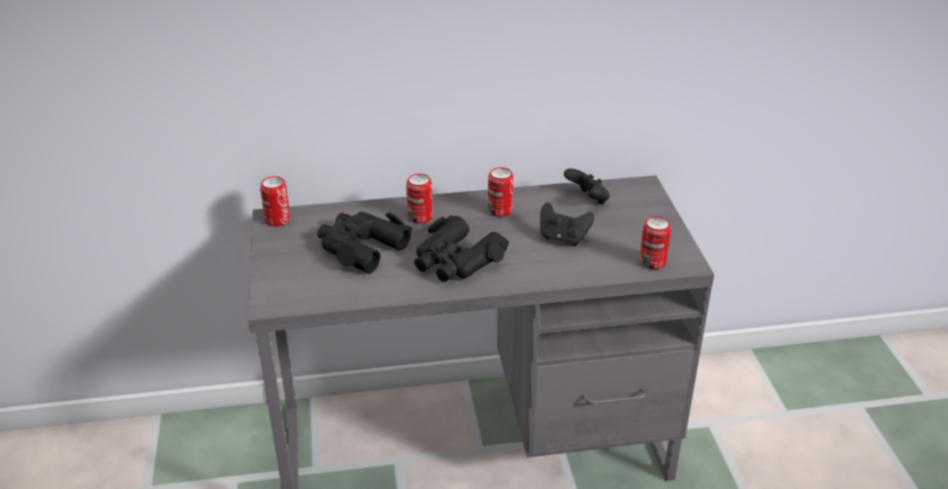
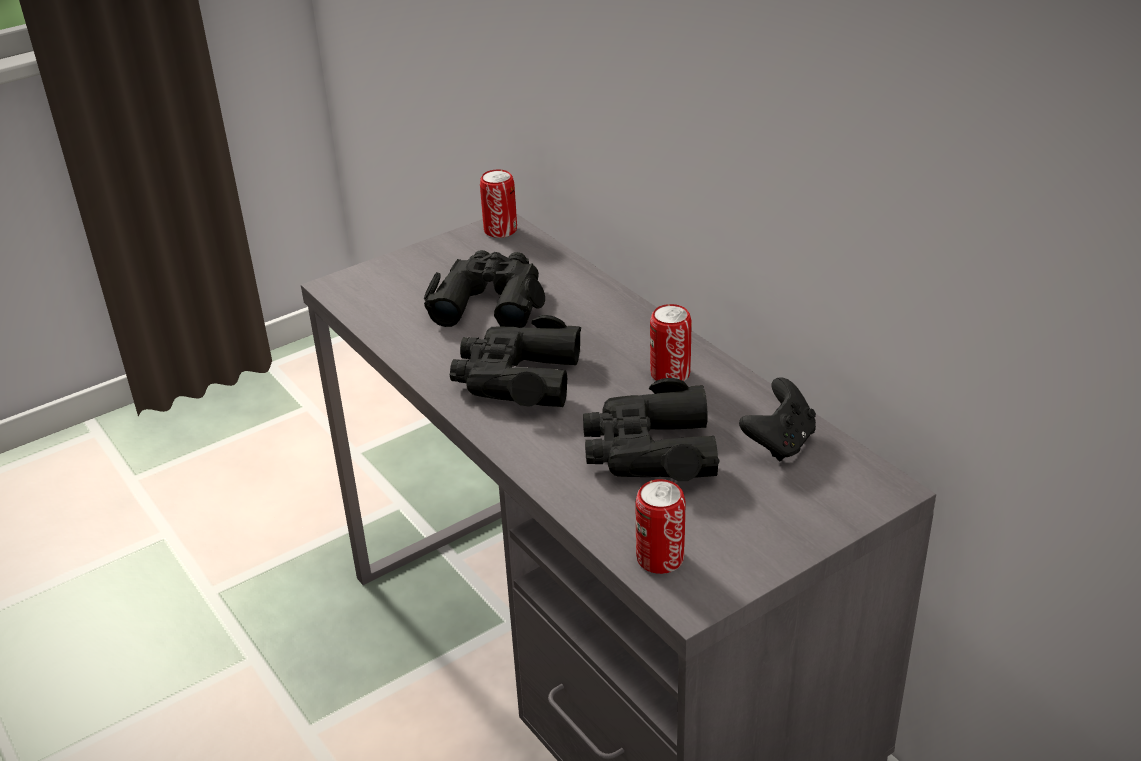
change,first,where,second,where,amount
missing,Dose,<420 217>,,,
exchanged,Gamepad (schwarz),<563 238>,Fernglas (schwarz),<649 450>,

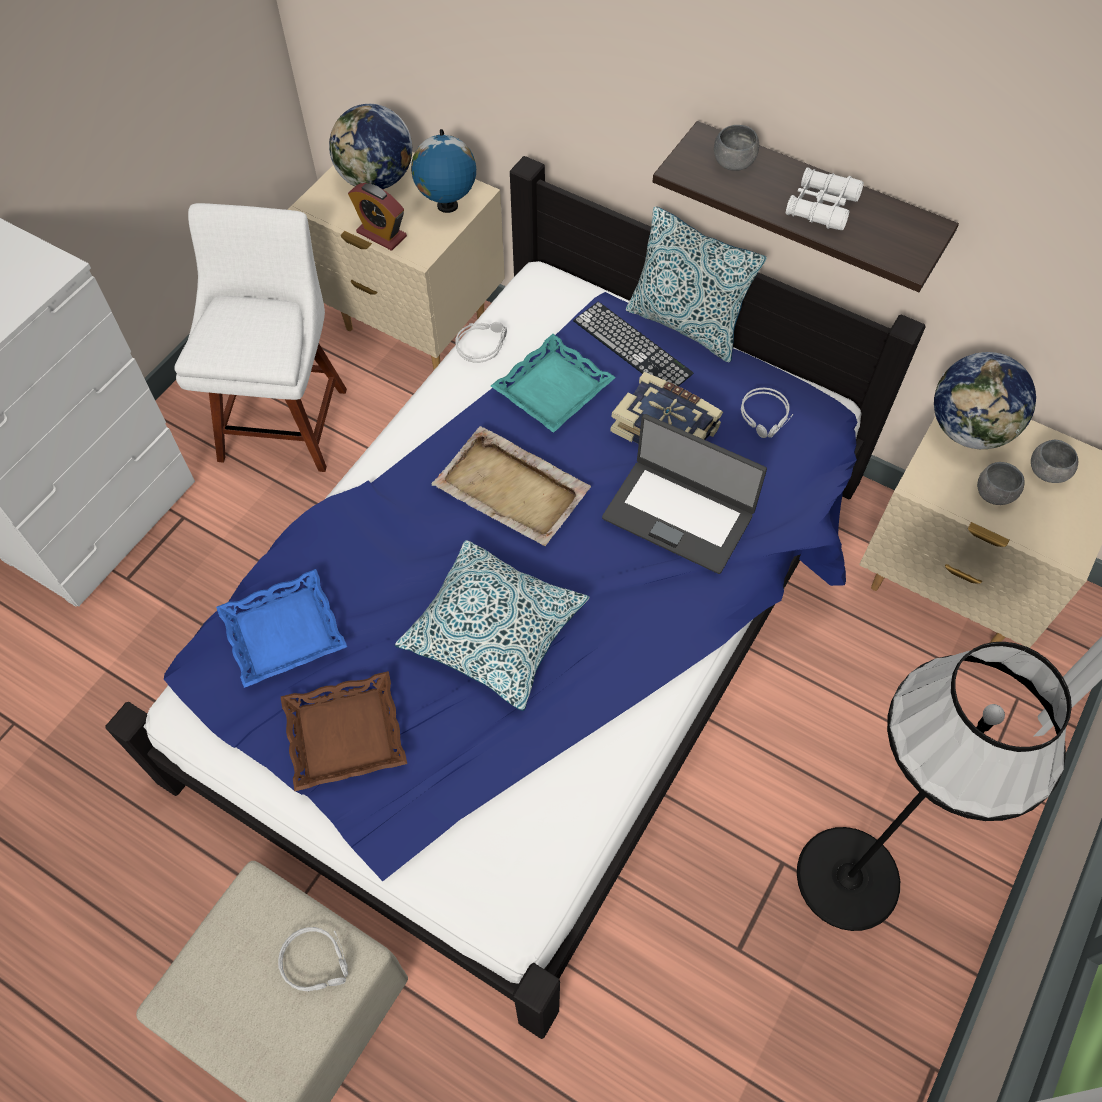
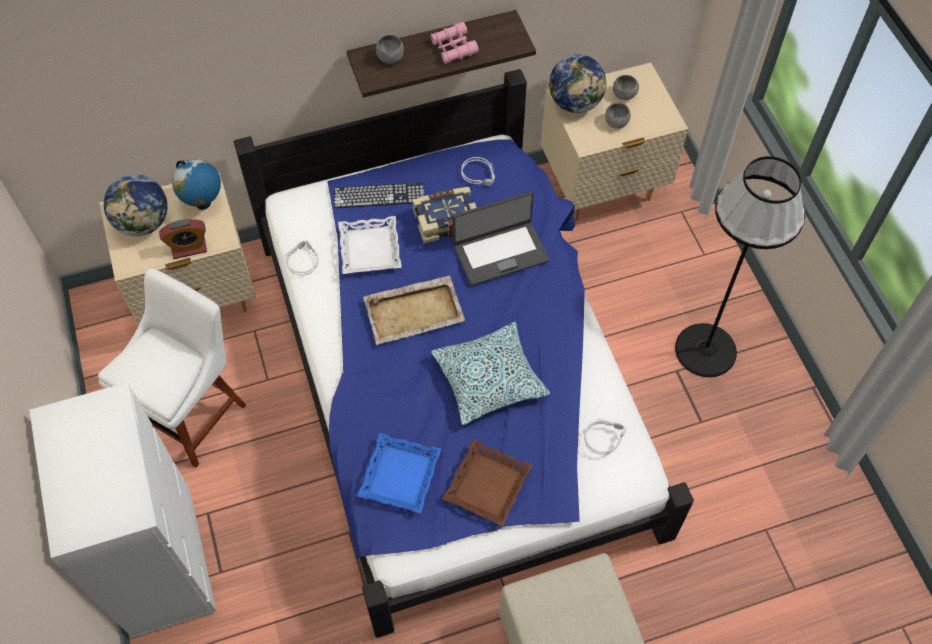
change,first,where,second,where,amount
spun,Stuhl (weiß),<285 418>,,<192 411>,75 degrees clockwise
relocated,Kopfhörer (grau),<317 961>,,<604 437>,
colour,Tablett (türkis),<552 388>,Tablett (weiß),<369 249>,
missing,Kissen,<686 325>,,,
colour,Fernglas (weiß),<821 207>,Fernglas (rosa),<454 48>,

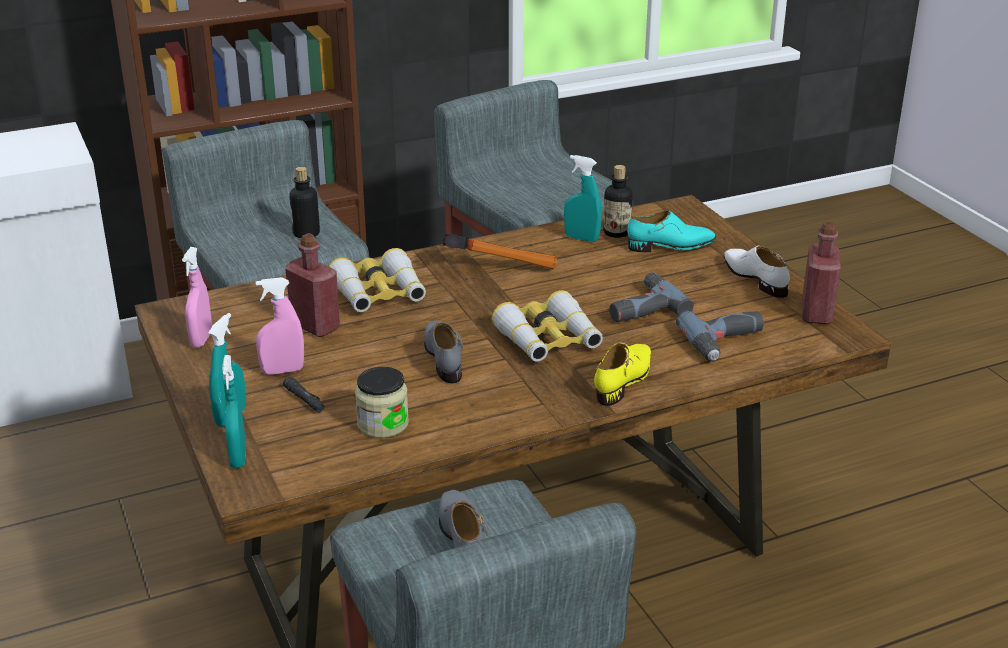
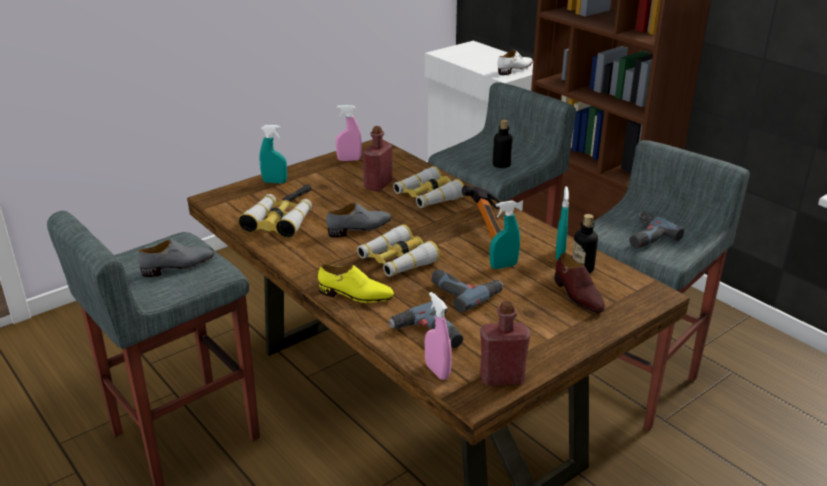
change,first,where,second,where,amount
relocated,Sprühflasche (türkis),<238 458>,,<503 266>,
relocated,Sprühflasche (rosa),<282 371>,,<437 371>,
exchanged,Vorratsglas,<383 424>,Fernglas,<278 222>,
colour,Schuh (türkis),<671 246>,Schuh (braun),<577 295>,
relocated,Schuh (weiß),<755 278>,,<515 69>,
appeared,,,Bohrmaschine,<644 236>,

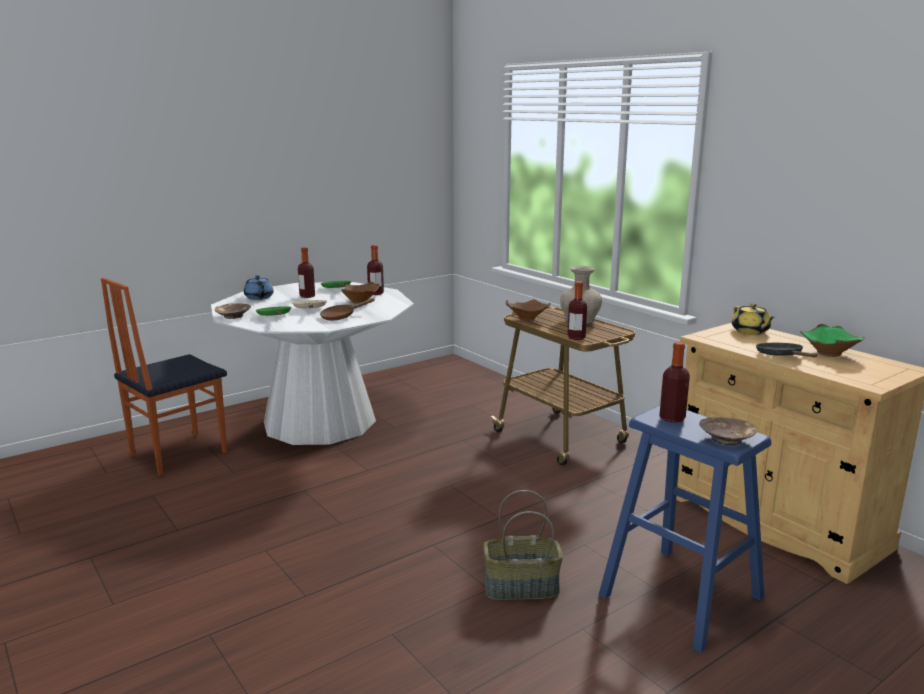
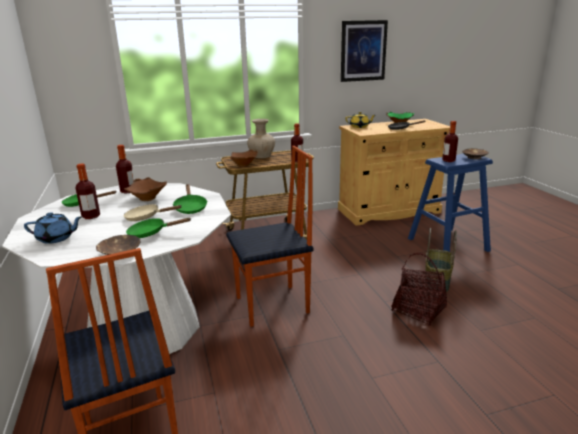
change,first,where,second,where,amount
colour,Pfanne (braun),<341 317>,Pfanne (grün),<190 207>,
appeared,,,Stuhl,<273 305>,
appeared,,,Bild,<363 51>,
appeared,,,Korb,<418 310>,

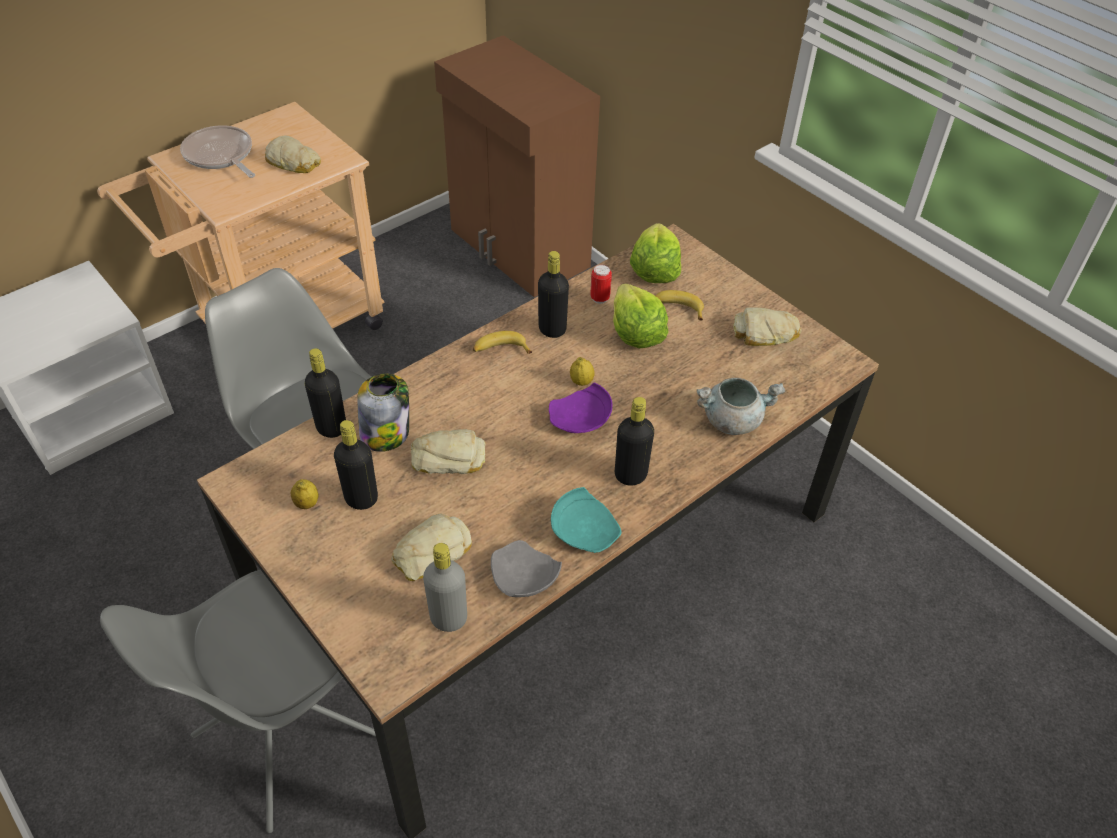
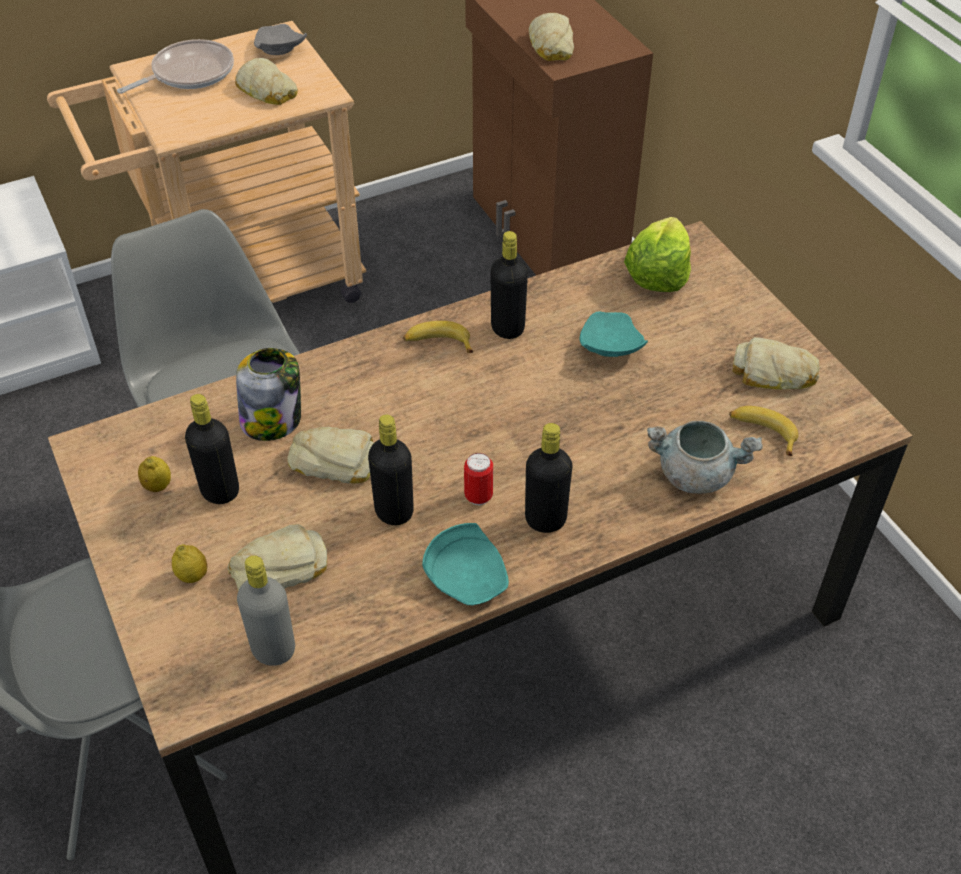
change,first,where,second,where,amount
spun,Pfanne,<220 156>,,<189 74>,75 degrees clockwise
relocated,Flasche (schwarz),<331 428>,,<394 511>,
relocated,Teller (grau),<523 580>,,<279 50>,
missing,Teller (lila),<581 420>,,,
relocated,Zitrone,<581 382>,,<192 575>,
relocated,Dose,<600 298>,,<478 496>,
exchanged,Salatkopf,<635 332>,Teller (türkis),<609 347>,
relocated,Banane,<678 308>,,<762 432>,
appeared,,,Brot,<551 45>,

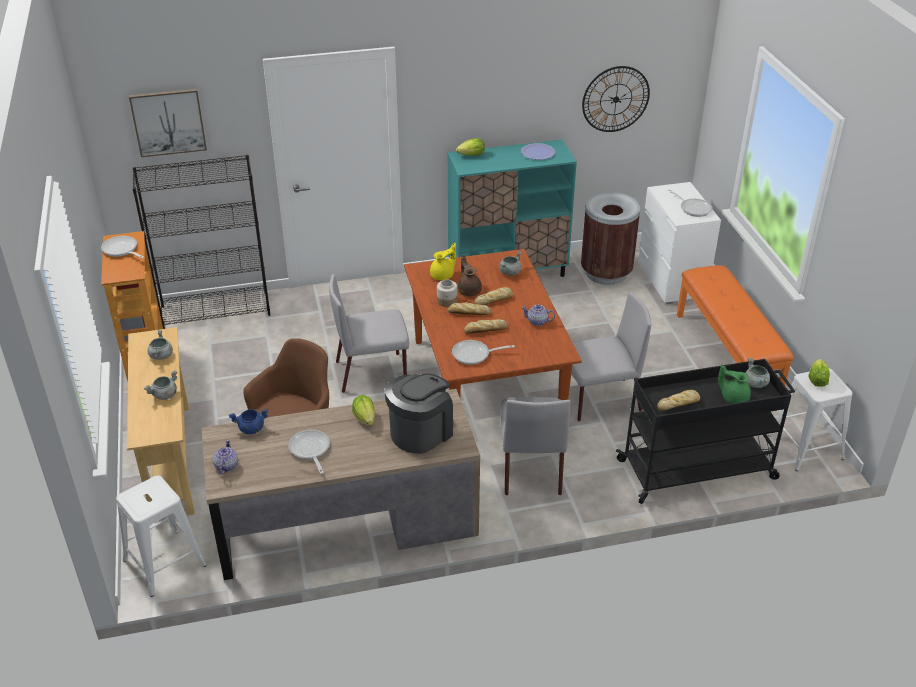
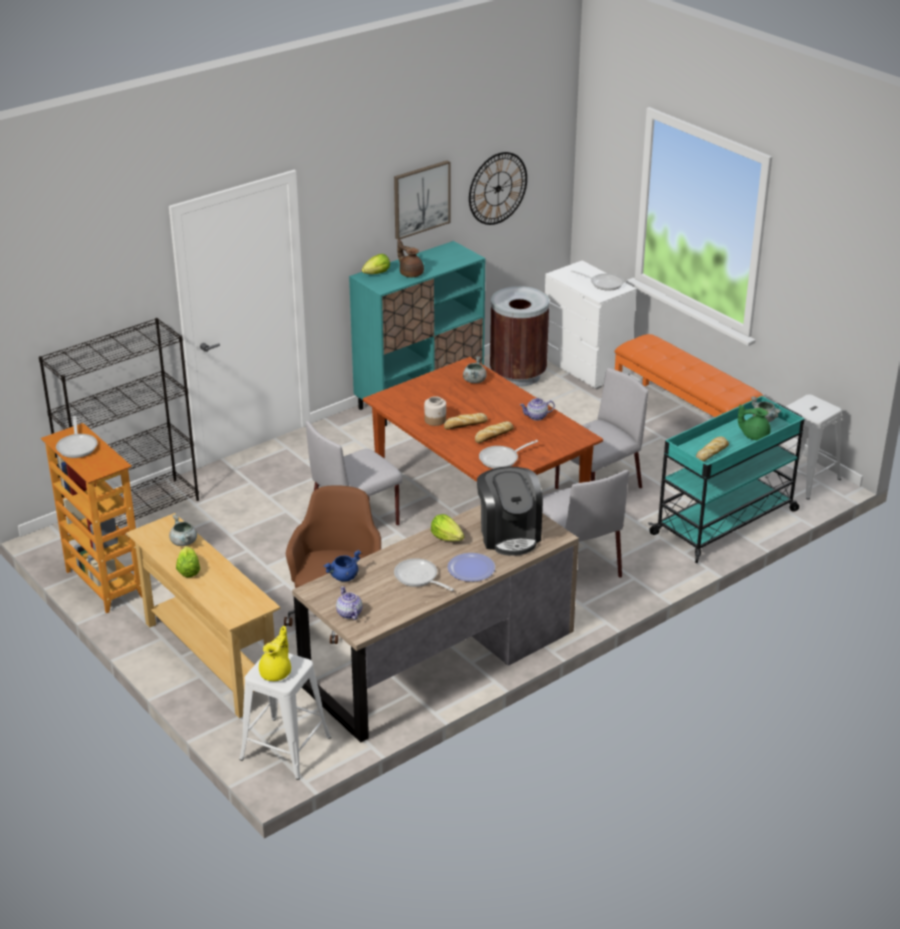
change,first,where,second,where,amount
spun,Pfanne,<121 250>,,<77 446>,120 degrees counterclockwise
relocated,Bild,<168 122>,,<421 199>,
missing,Kochtopf (grau),<164 395>,,,
spun,Kaffeemaschine,<421 432>,,<509 534>,150 degrees clockwise
relocated,Teekanne (gelb),<443 275>,,<276 672>,
relocated,Teekanne (braun),<469 290>,,<410 273>,
missing,Brot,<494 299>,,,
relocated,Teller,<538 153>,,<471 568>,
colour,Rollwagen (schwarz),<698 469>,Rollwagen (türkis),<726 521>,
relocated,Salatkopf,<817 380>,,<188 571>,

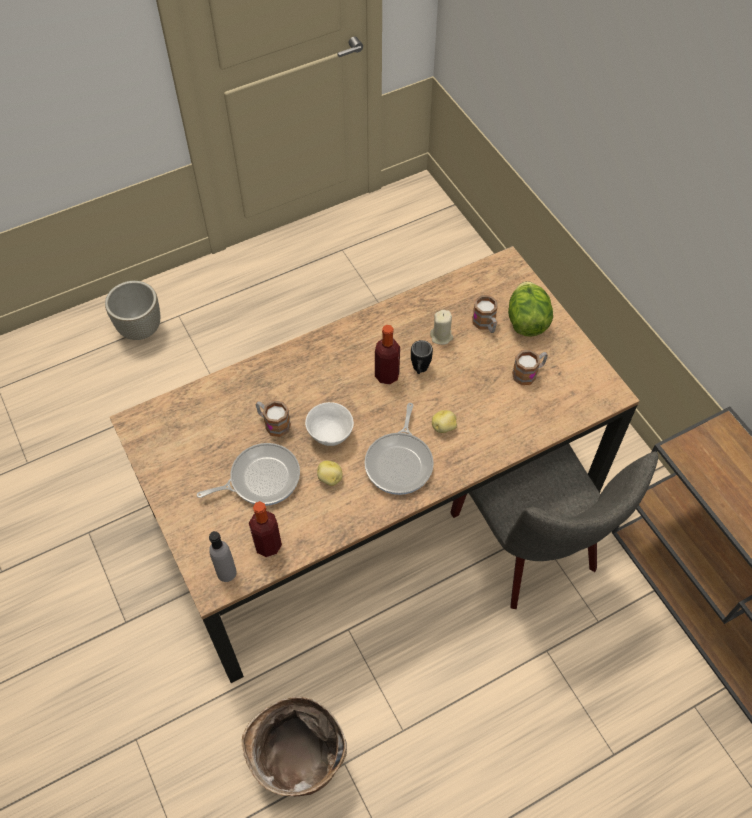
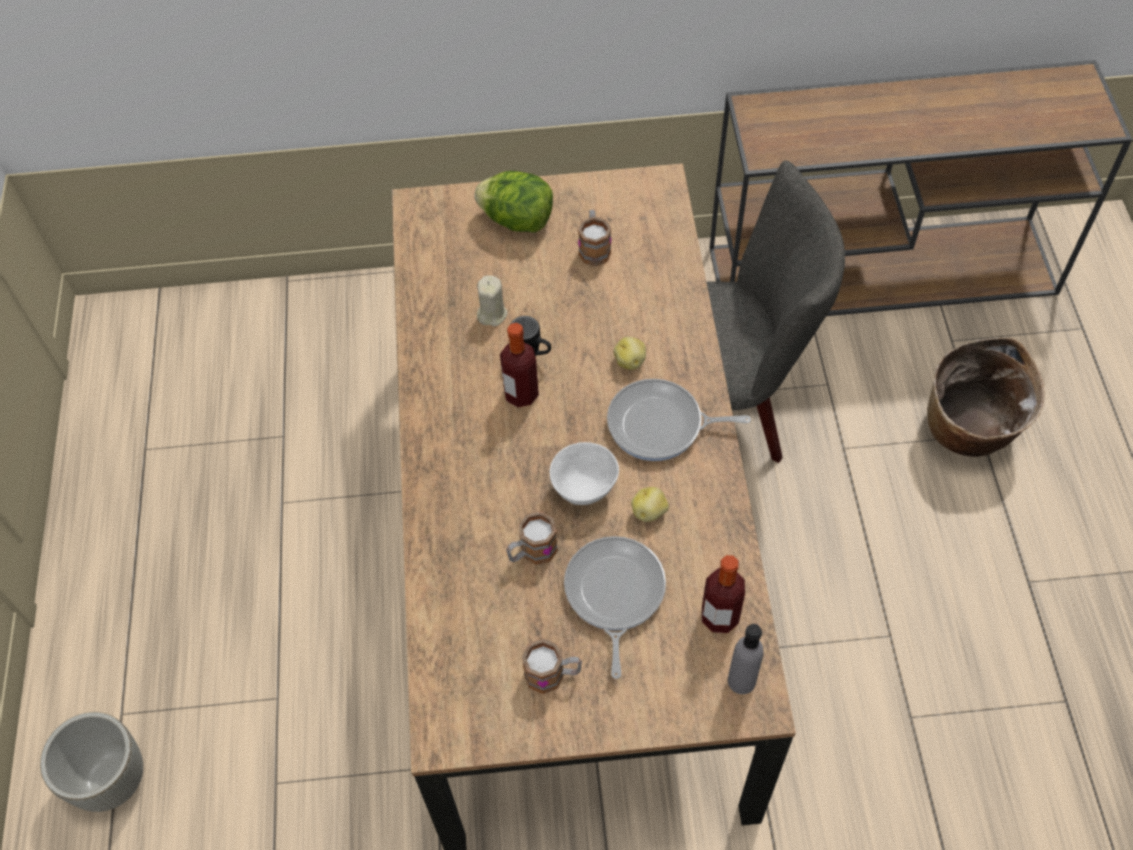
change,first,where,second,where,amount
relocated,Korb,<298 760>,,<969 431>,
spun,Pfanne,<400 462>,,<660 425>,150 degrees clockwise
relocated,Henkelbecher,<485 324>,,<553 674>,

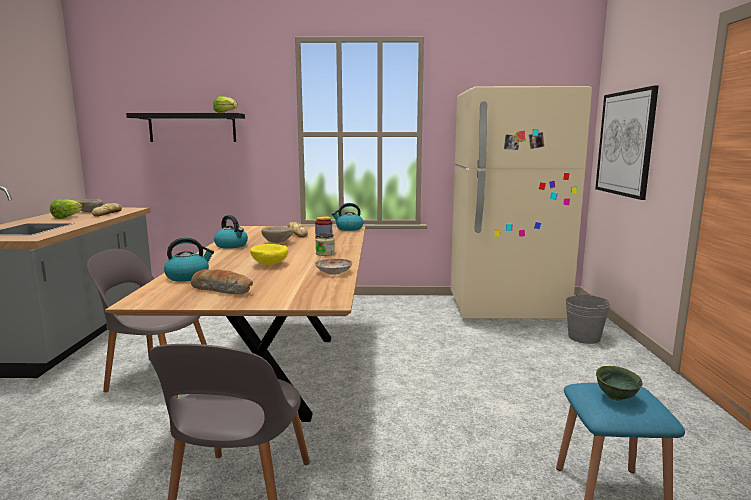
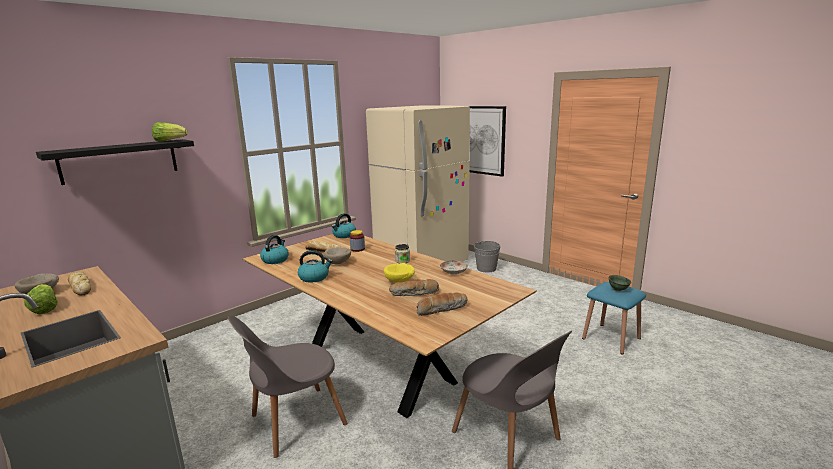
change,first,where,second,where,amount
relocated,Wasserkessel,<188 277>,,<275 260>,
appeared,,,Brot,<414 294>,

